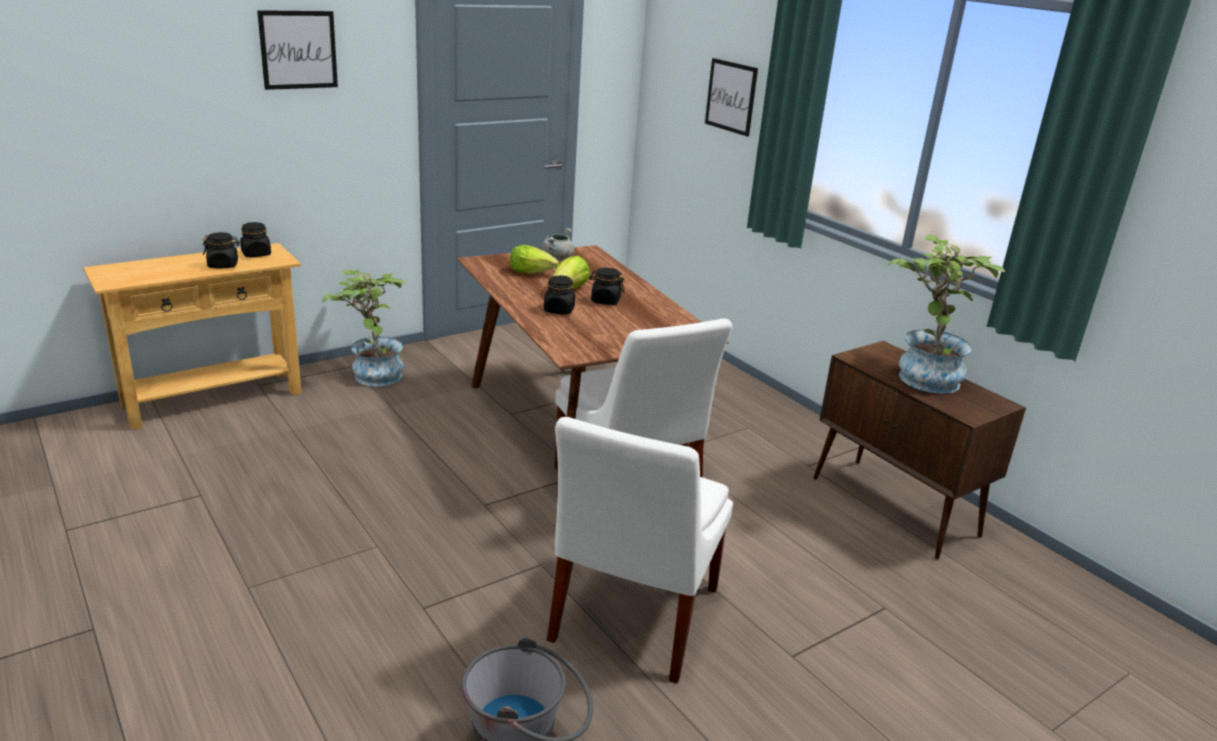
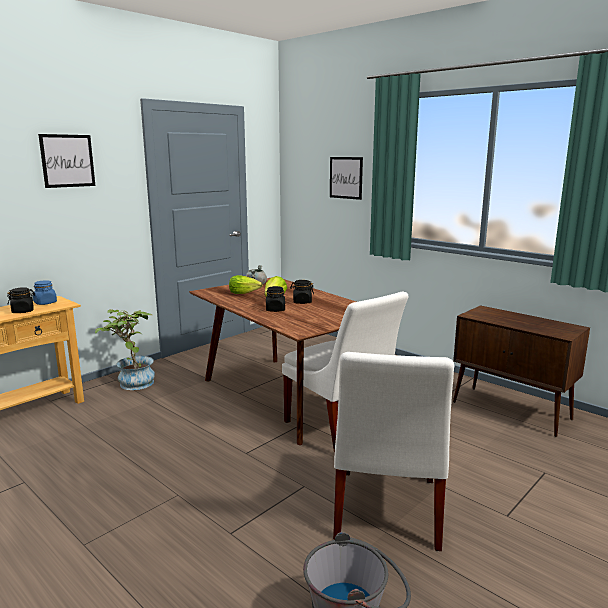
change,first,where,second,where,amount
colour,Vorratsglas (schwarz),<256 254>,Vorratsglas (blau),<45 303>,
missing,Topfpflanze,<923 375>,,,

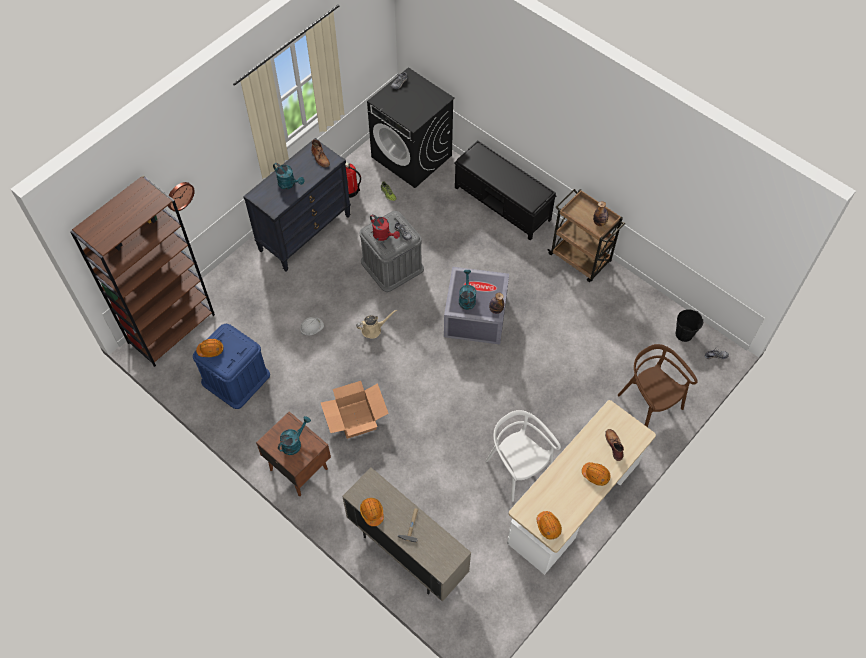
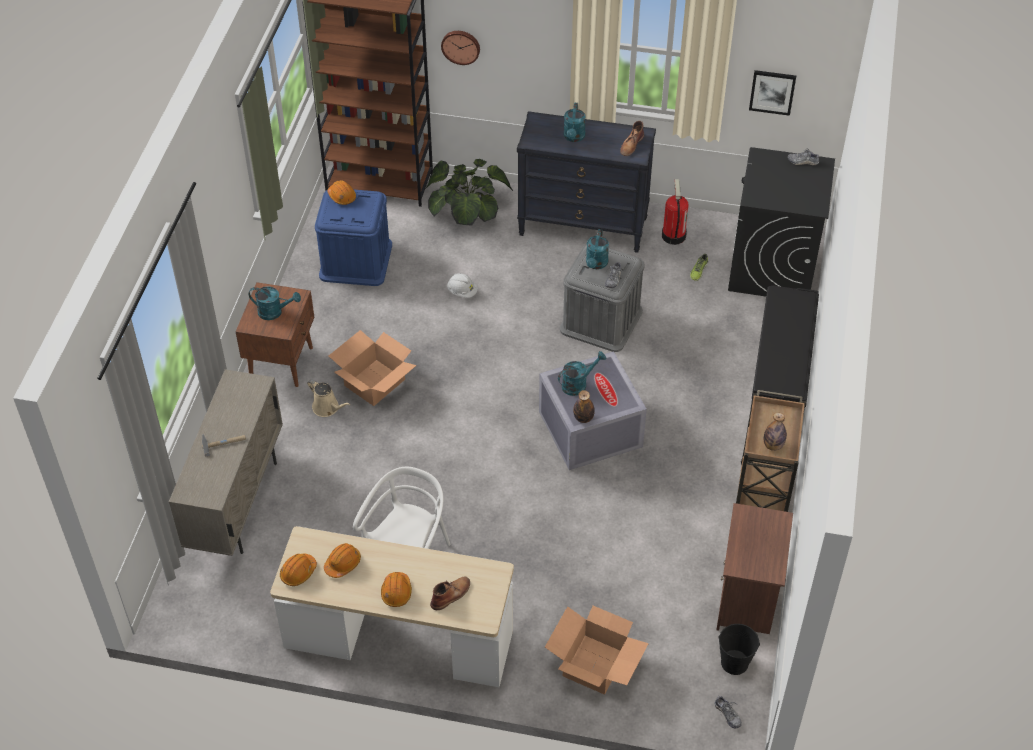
change,first,where,second,where,amount
relocated,Gießkanne (beige),<373 329>,,<327 408>,
relocated,Schutzhelm (orange),<372 512>,,<343 563>,
colour,Gießkanne (rot),<384 236>,Gießkanne (türkis),<596 264>,
exchanged,Stuhl (braun),<649 404>,Karton,<595 665>,
appeared,,,Topfpflanze,<467 212>,
appeared,,,Nachttisch (braun),<747 602>,
appeared,,,Bild,<772 92>,

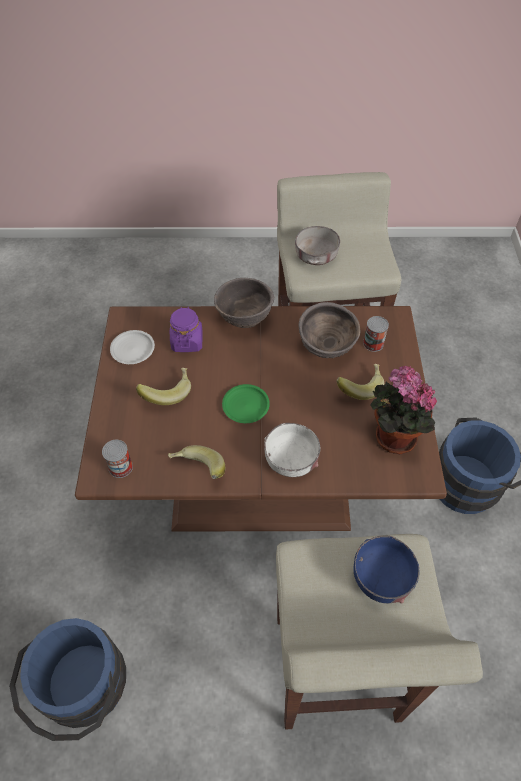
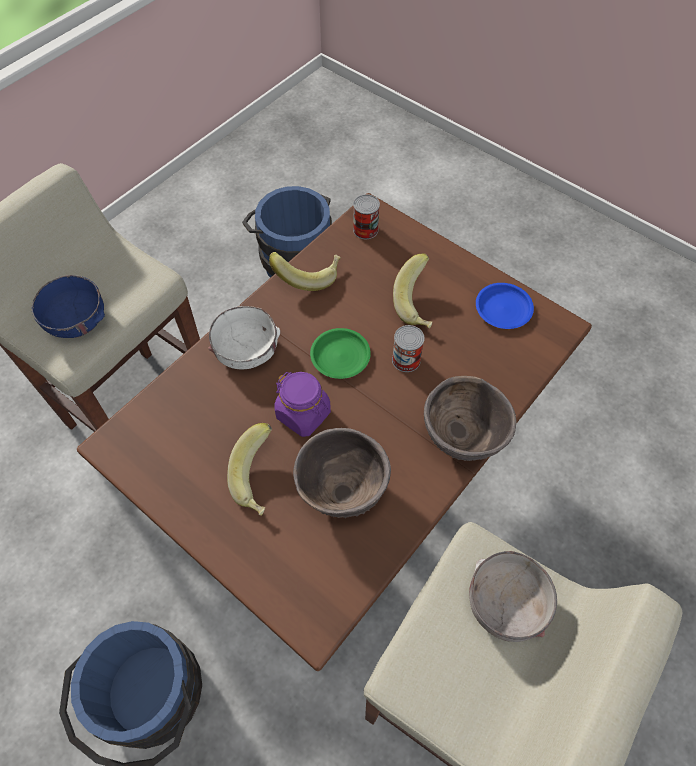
change,first,where,second,where,amount
colour,Teller (weiß),<132 349>,Teller (blau),<503 308>,
relocated,Vorratsglas (lila),<187 341>,,<303 414>,
relocated,Dose,<373 343>,,<406 360>,
missing,Topfpflanze,<391 437>,,,

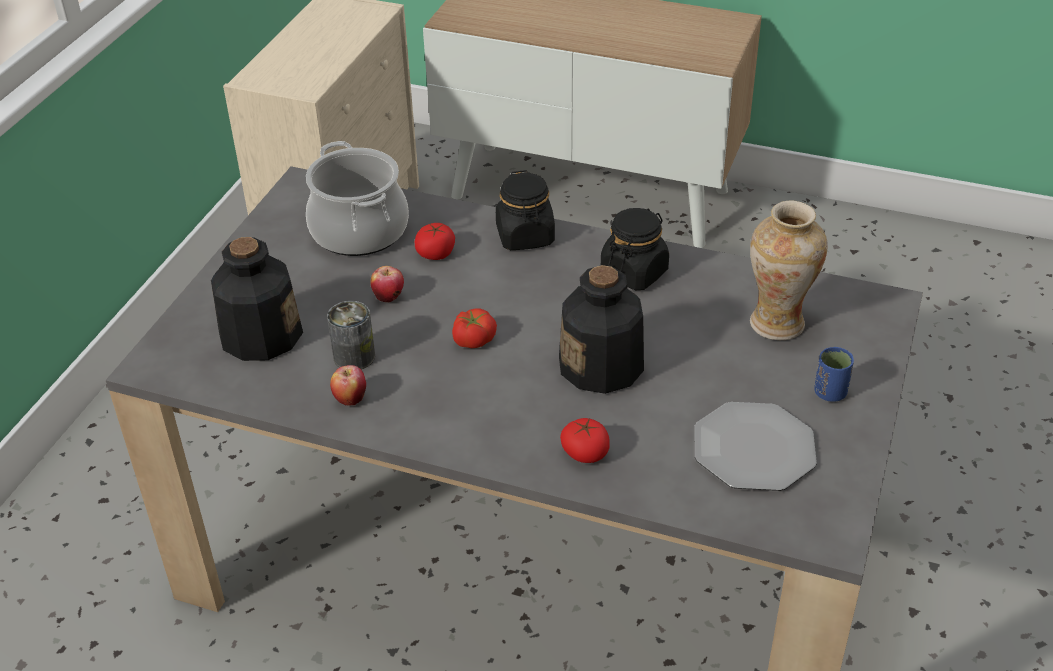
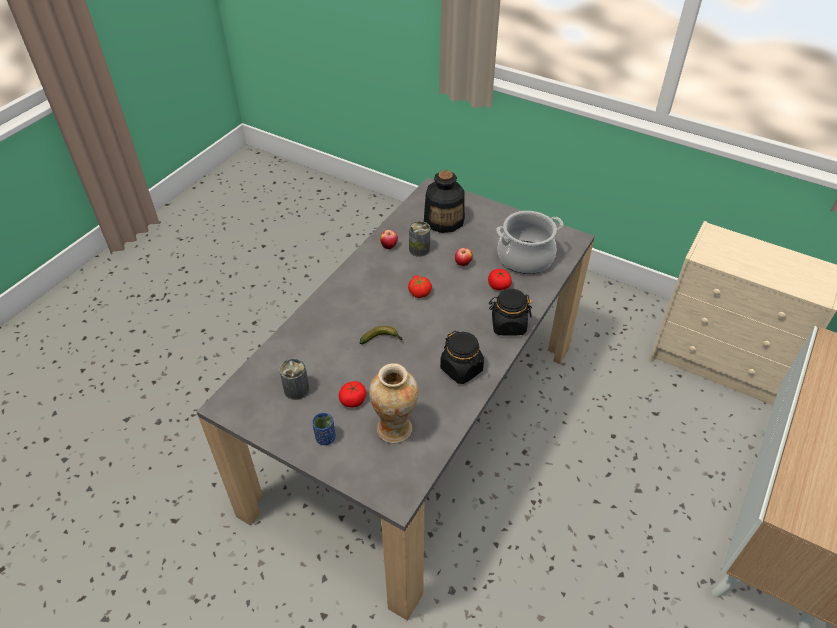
change,first,where,second,where,amount
exchanged,Flasche,<602 366>,Banane,<382 339>,
relocated,Tomate,<585 452>,,<353 400>,
exchanged,Teller,<754 449>,Dose,<296 389>,

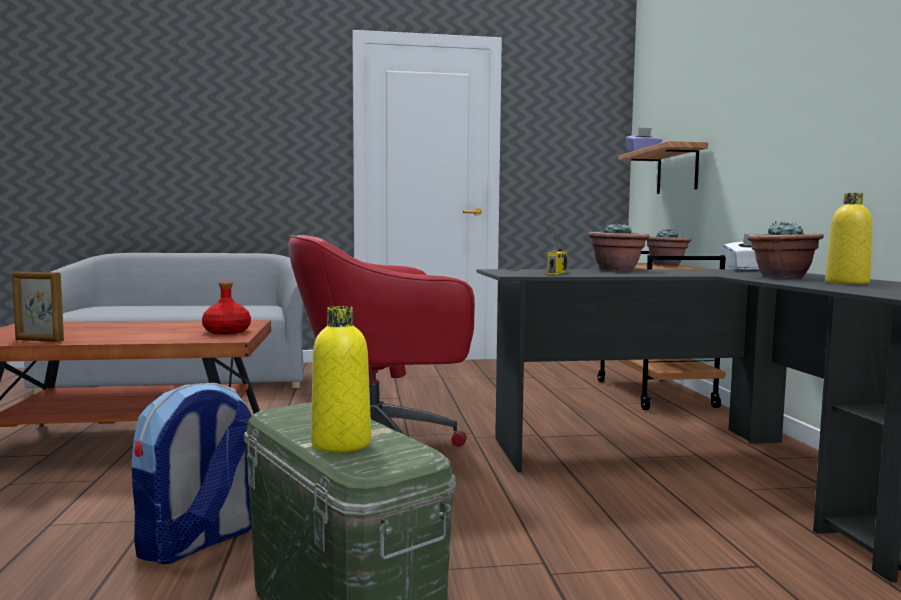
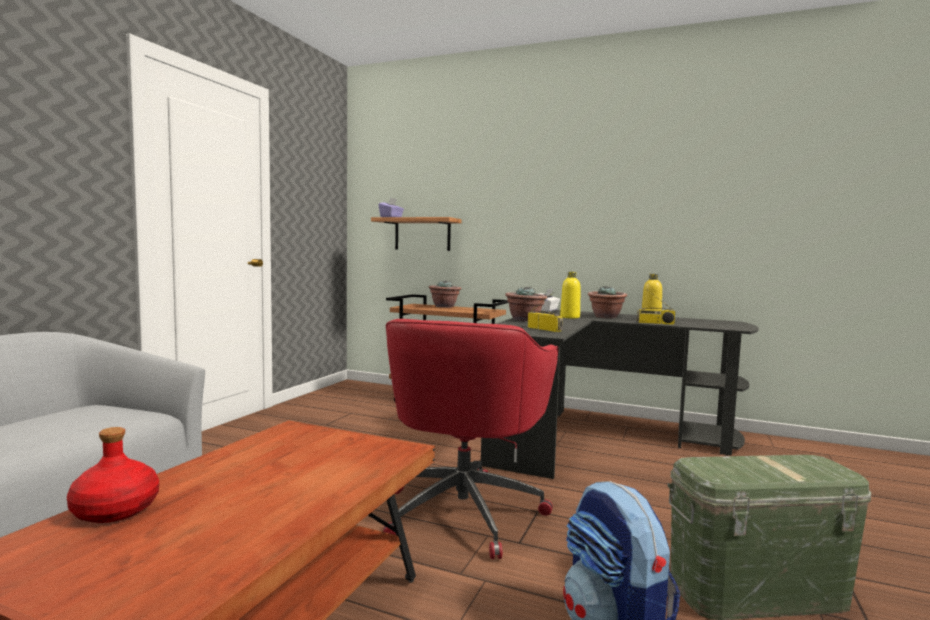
change,first,where,second,where,amount
missing,Bilderrahmen,<39 340>,,,
relocated,Flasche (rot),<226 331>,,<114 510>,
relocated,Flasche (gelb),<341 444>,,<569 317>,
appeared,,,Radio,<655 323>,

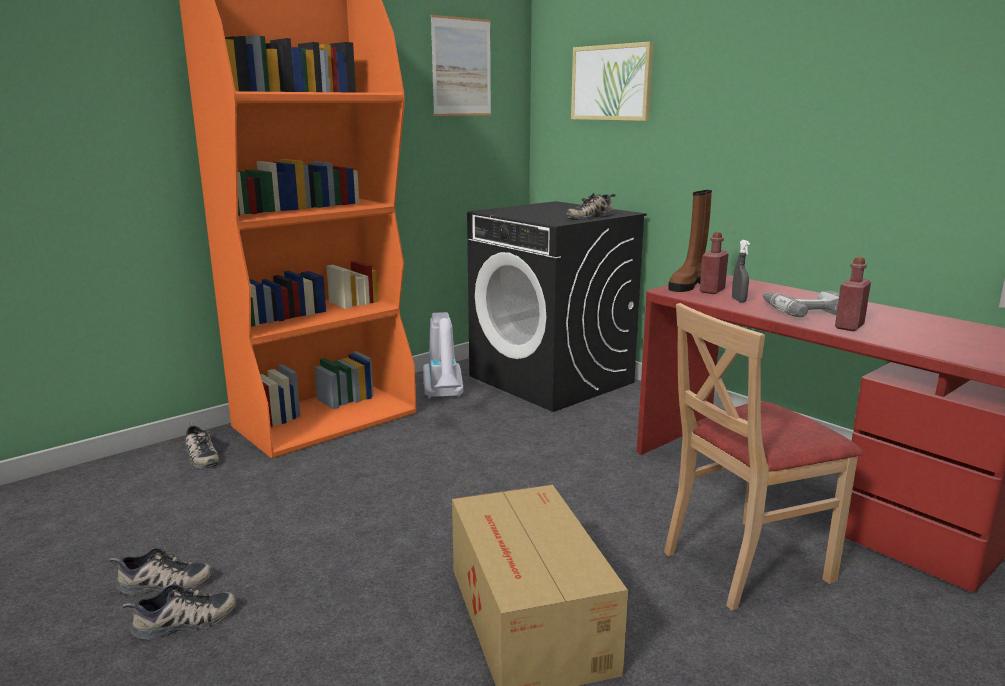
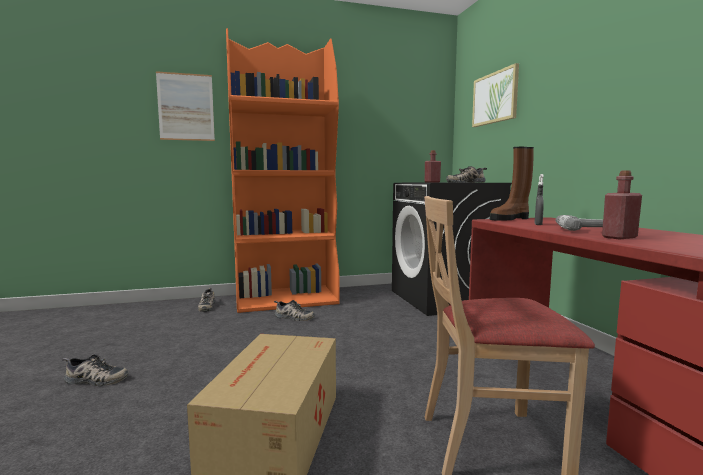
change,first,where,second,where,amount
relocated,Schuh,<163 585>,,<293 317>,
missing,Staubsauger,<445 398>,,,
relocated,Bild,<461 67>,,<186 107>,
relocated,Flasche (rot),<712 291>,,<432 182>,

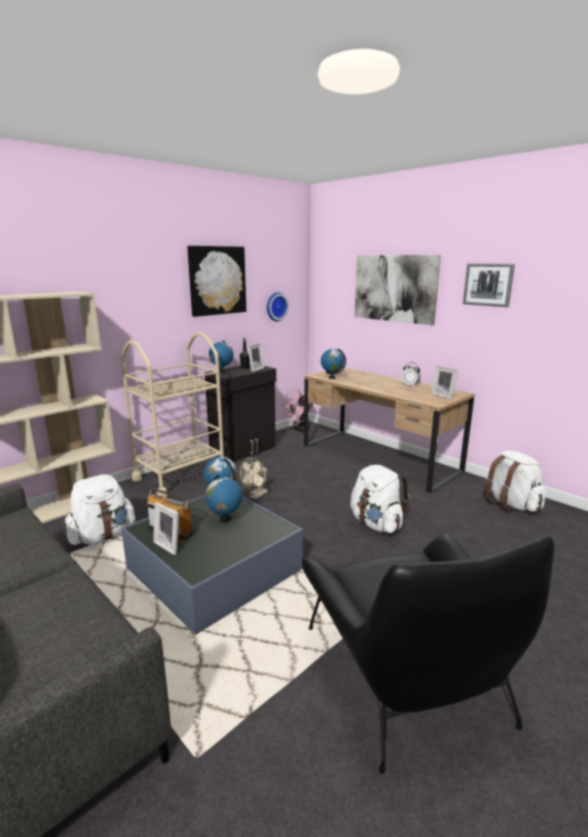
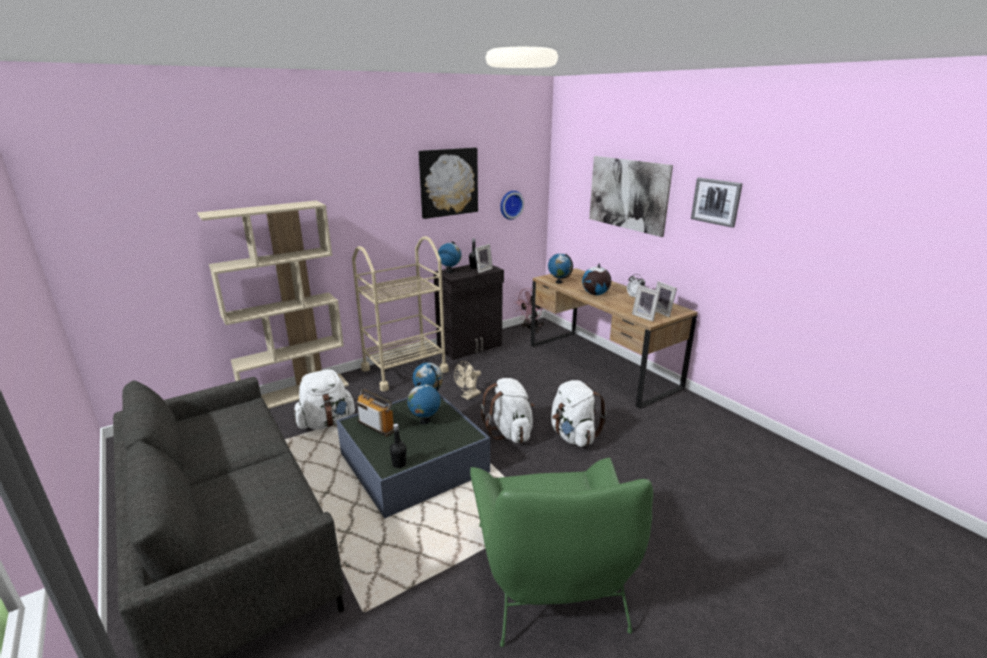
change,first,where,second,where,amount
relocated,Bilderrahmen,<170 545>,,<645 316>,
colour,Sessel (schwarz),<406 672>,Sessel (grün),<550 573>,
relocated,Rucksack (weiß),<511 504>,,<510 432>,
appeared,,,Flasche (schwarz),<399 464>,
appeared,,,Globus,<595 294>,

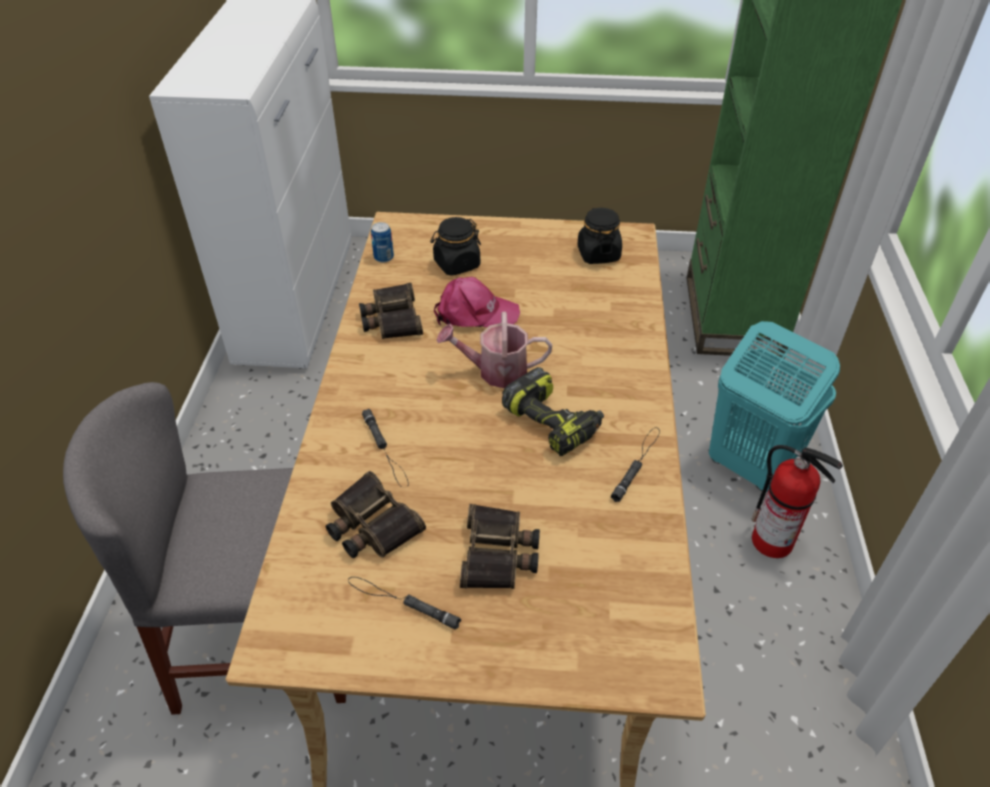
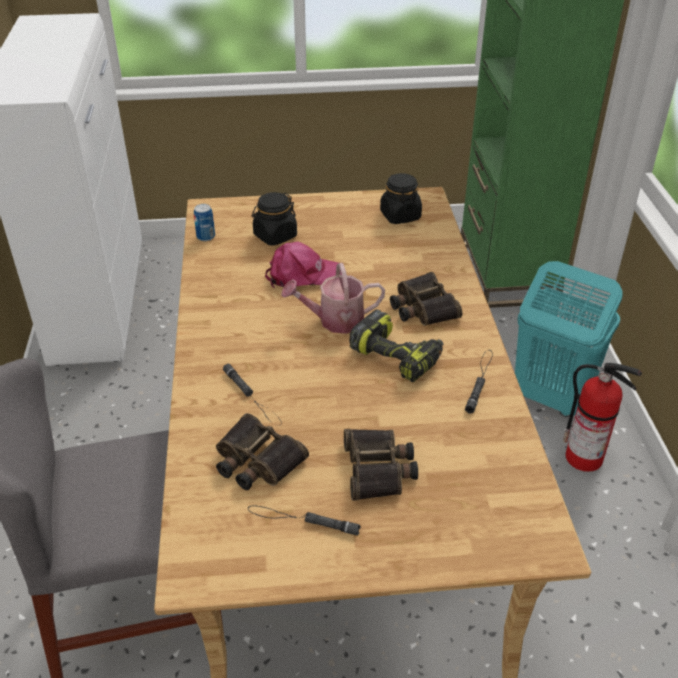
change,first,where,second,where,amount
relocated,Fernglas,<391 319>,,<422 307>,

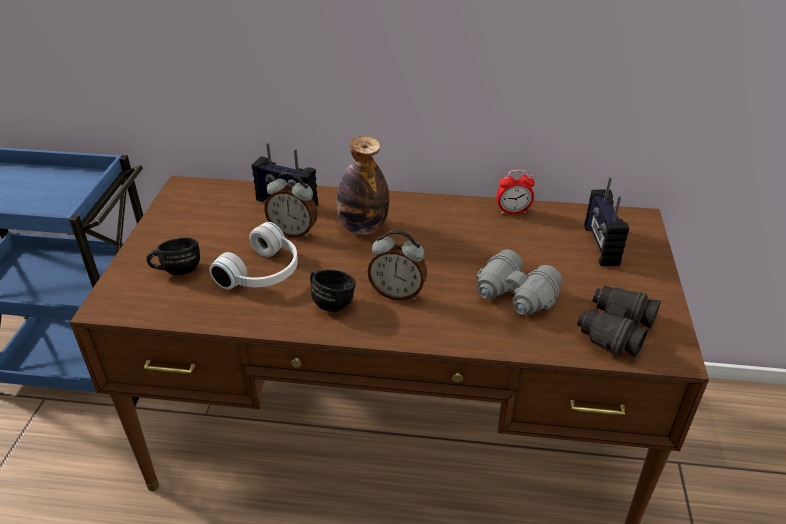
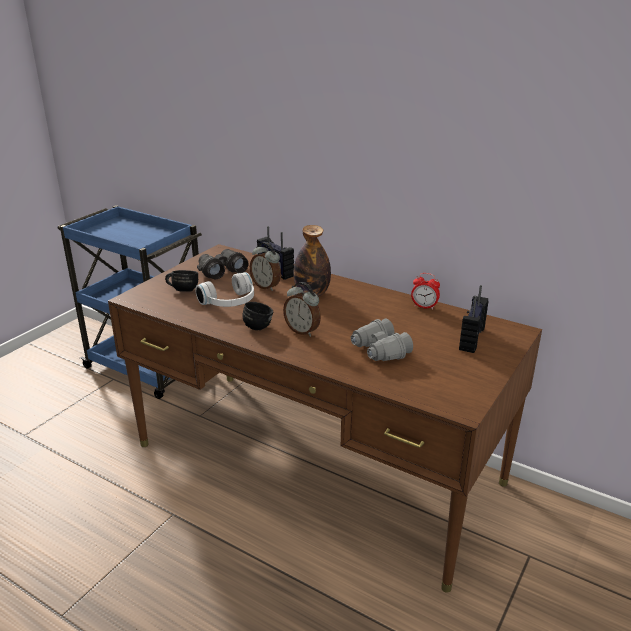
change,first,where,second,where,amount
relocated,Fernglas (schwarz),<614 330>,,<222 271>,

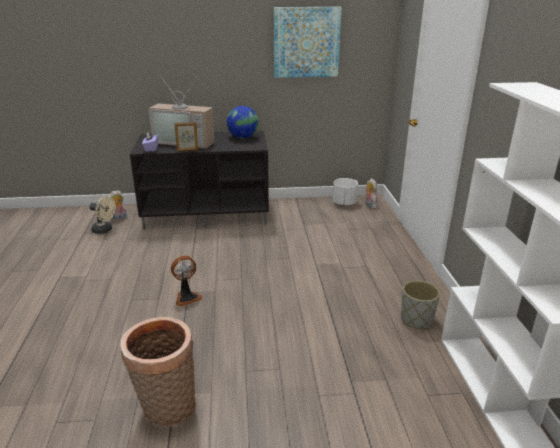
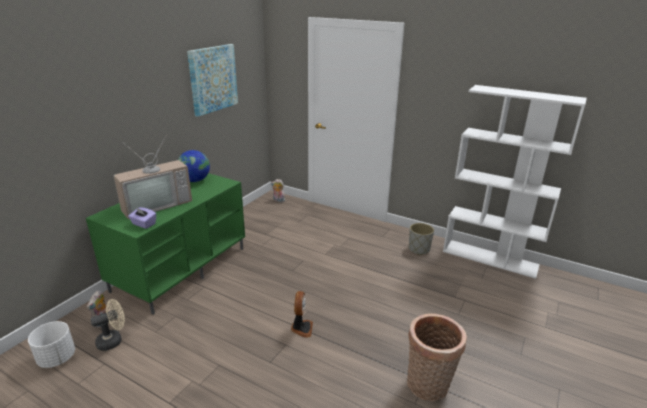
change,first,where,second,where,amount
colour,Fernsehschrank (schwarz),<207 214>,Fernsehschrank (grün),<181 268>,
missing,Bilderrahmen,<187 150>,,,
relocated,Pflanzkübel (weiß),<344 203>,,<57 358>,

